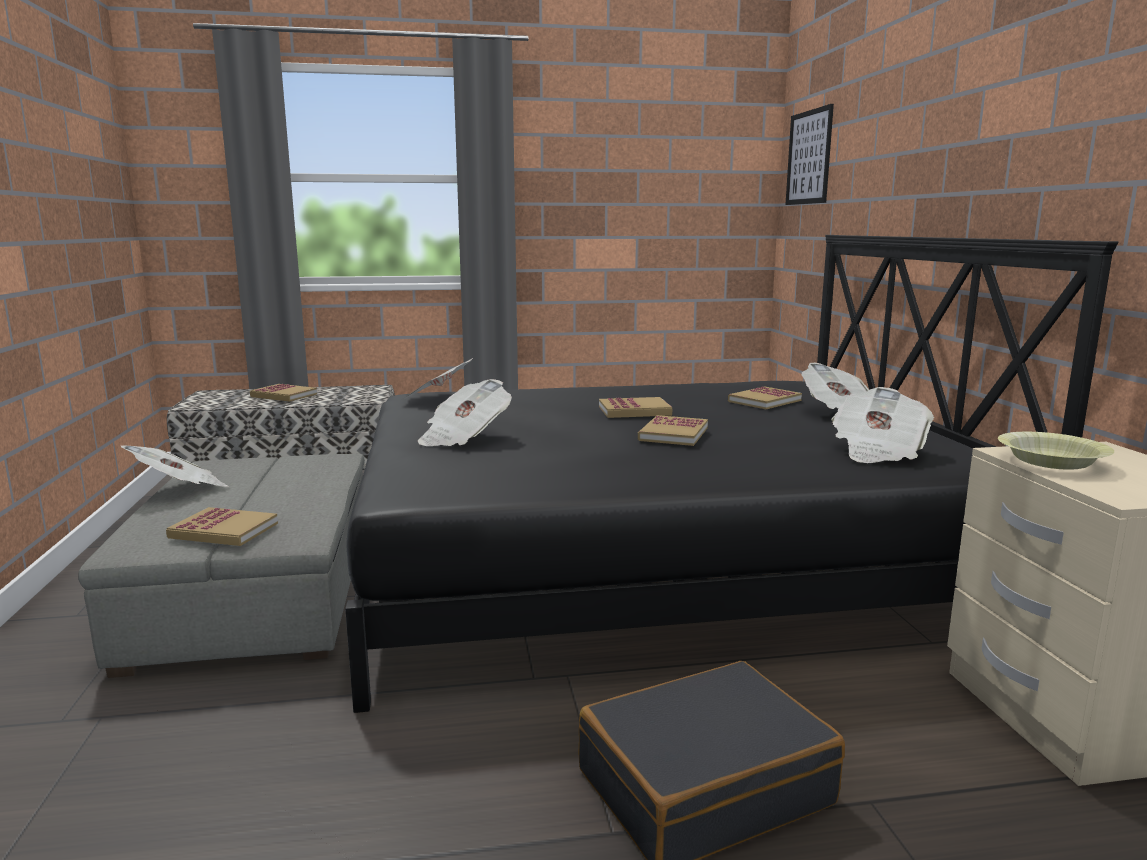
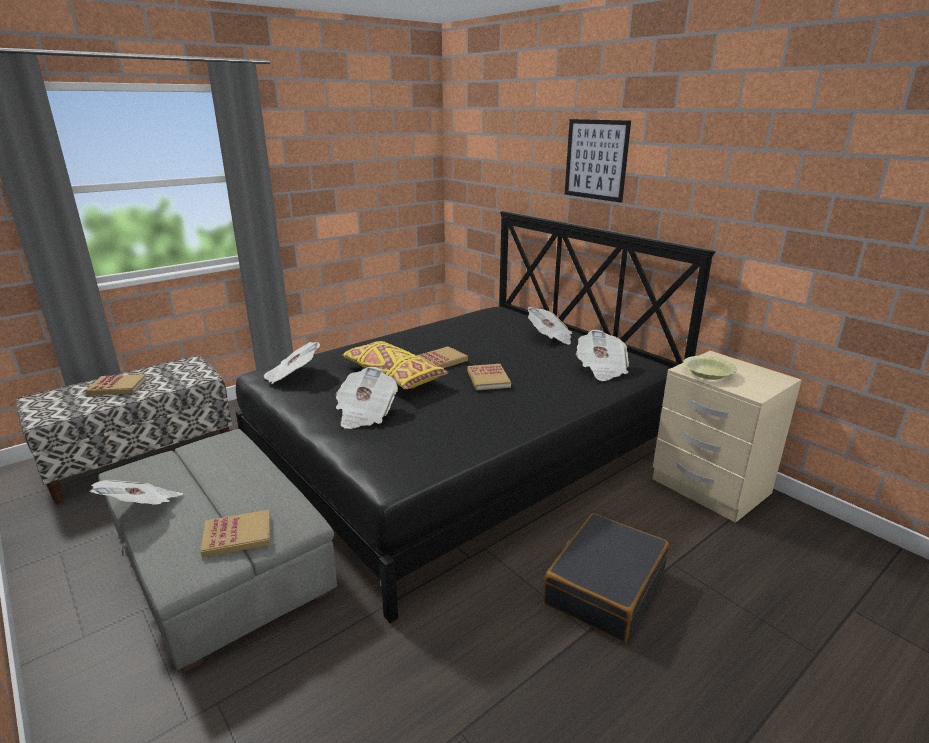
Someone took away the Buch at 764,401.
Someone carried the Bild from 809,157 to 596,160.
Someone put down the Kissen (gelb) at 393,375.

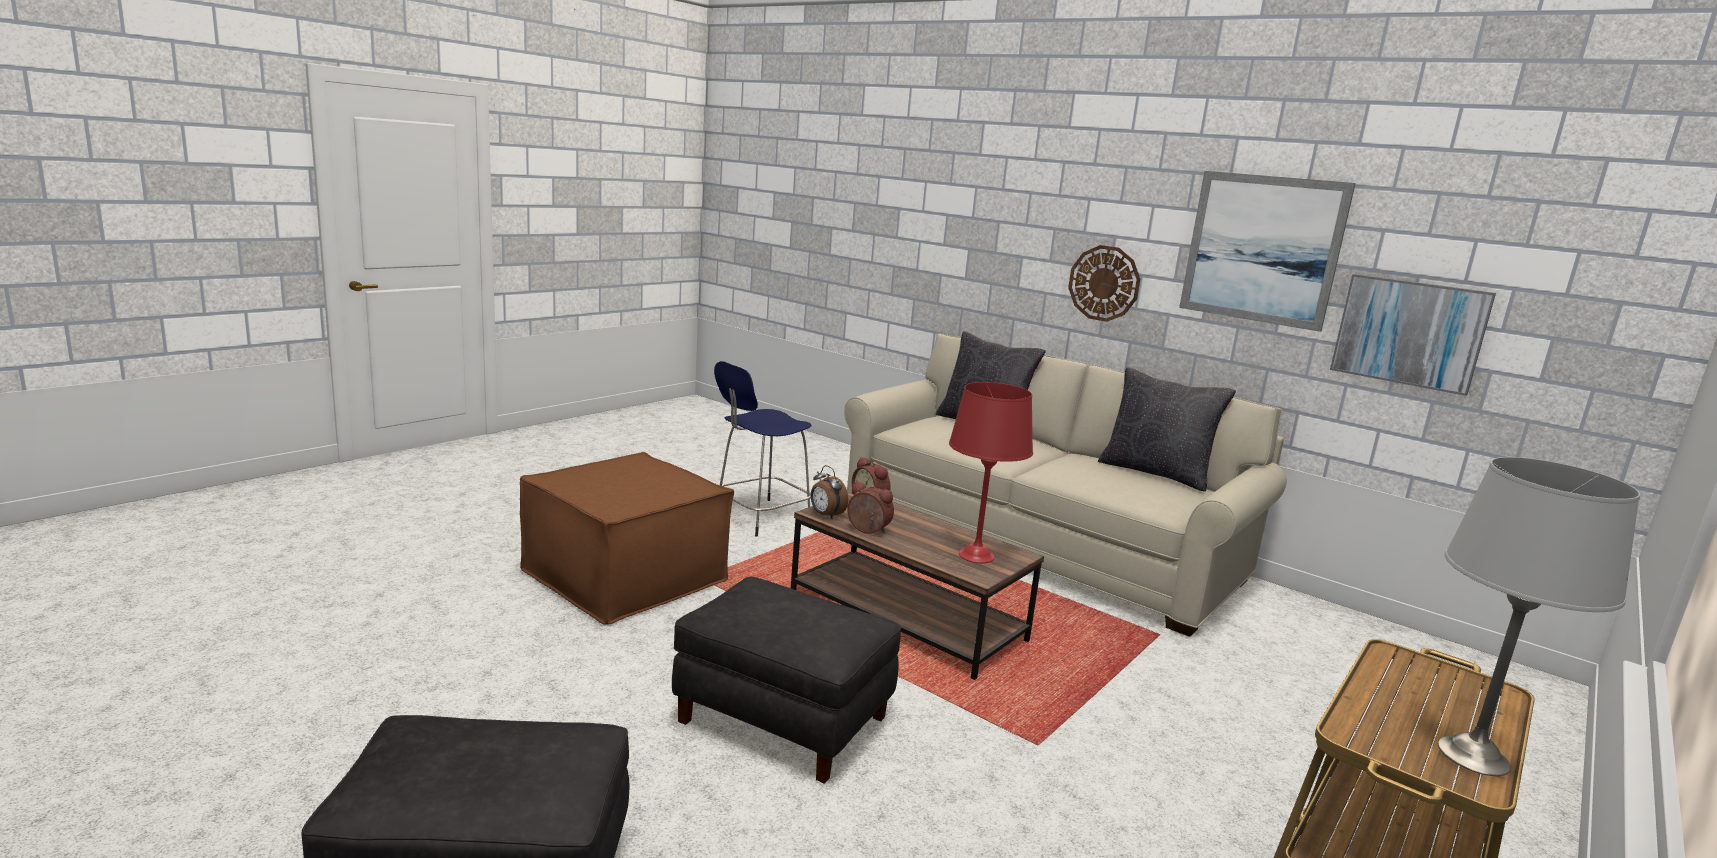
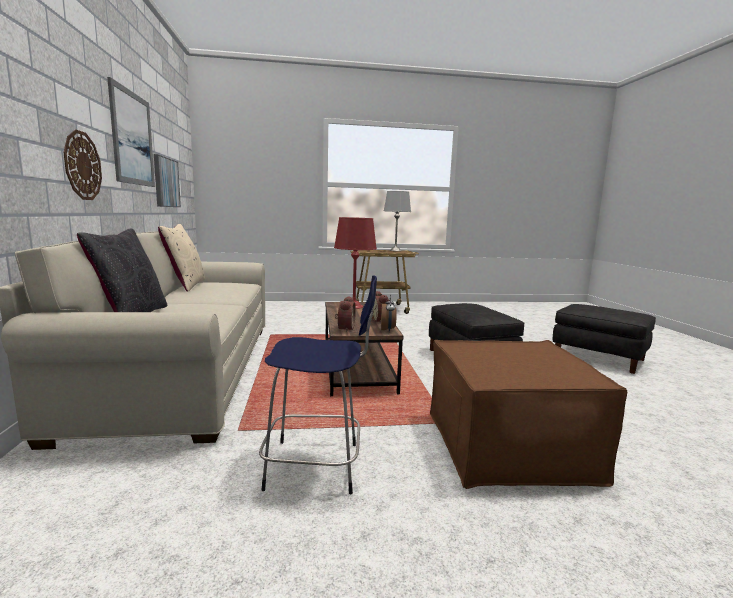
Someone repainted the Kissen (schwarz) at 1155,473, which became the Kissen (beige) at 185,285.

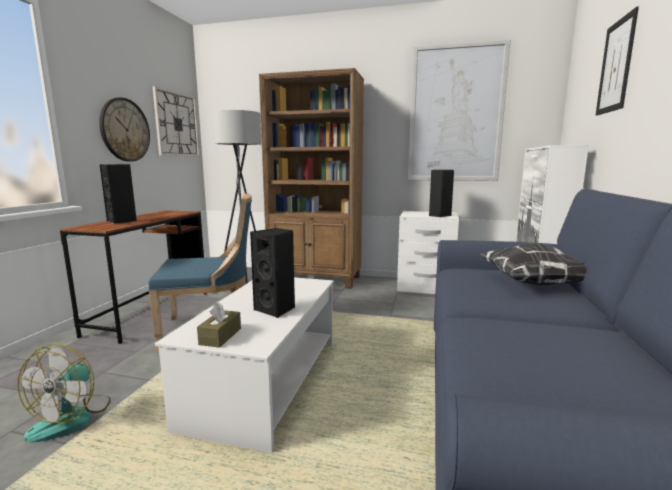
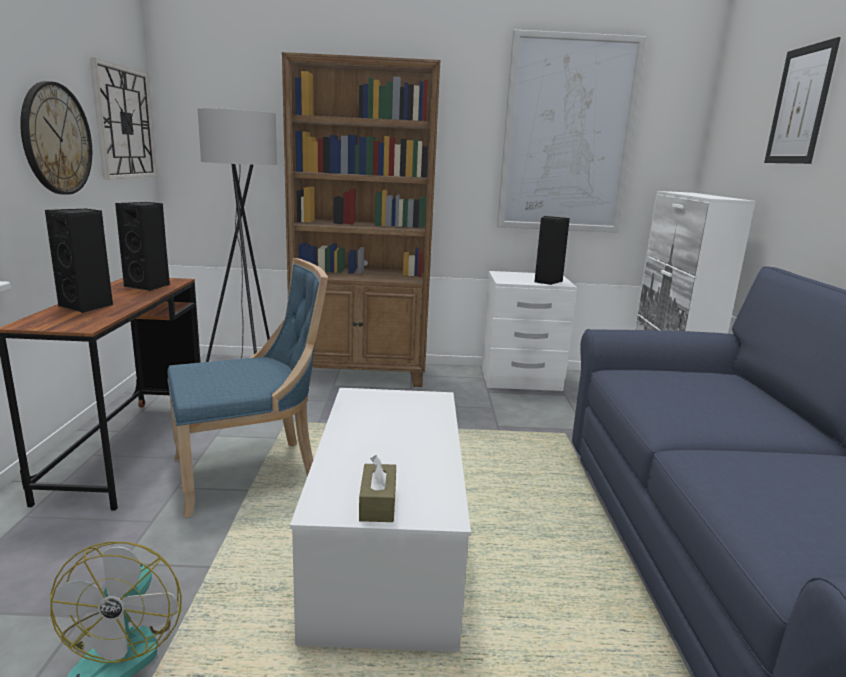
Someone carried the Lautsprecher (schwarz) from 276,309 to 149,286.
Someone took away the Kissen at 535,284.

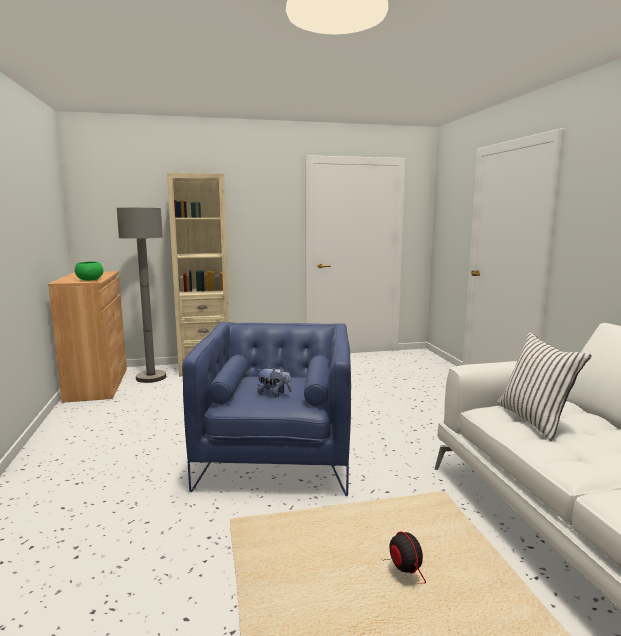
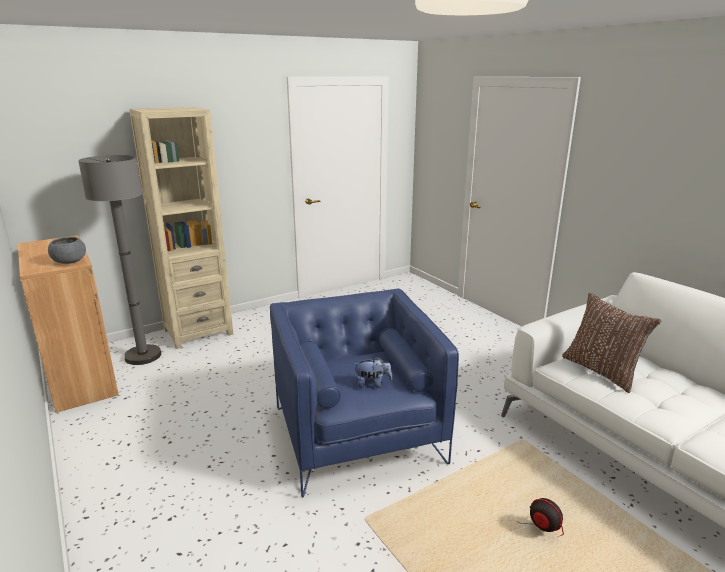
Someone repainted the Schüssel (grün) at 90,280, which became the Schüssel (grau) at 69,262.
Someone repainted the Kissen (weiß) at 535,420, which became the Kissen (braun) at 601,370.

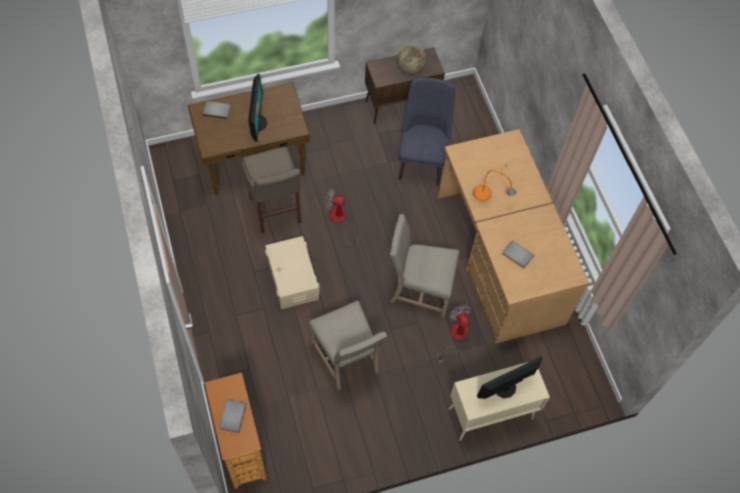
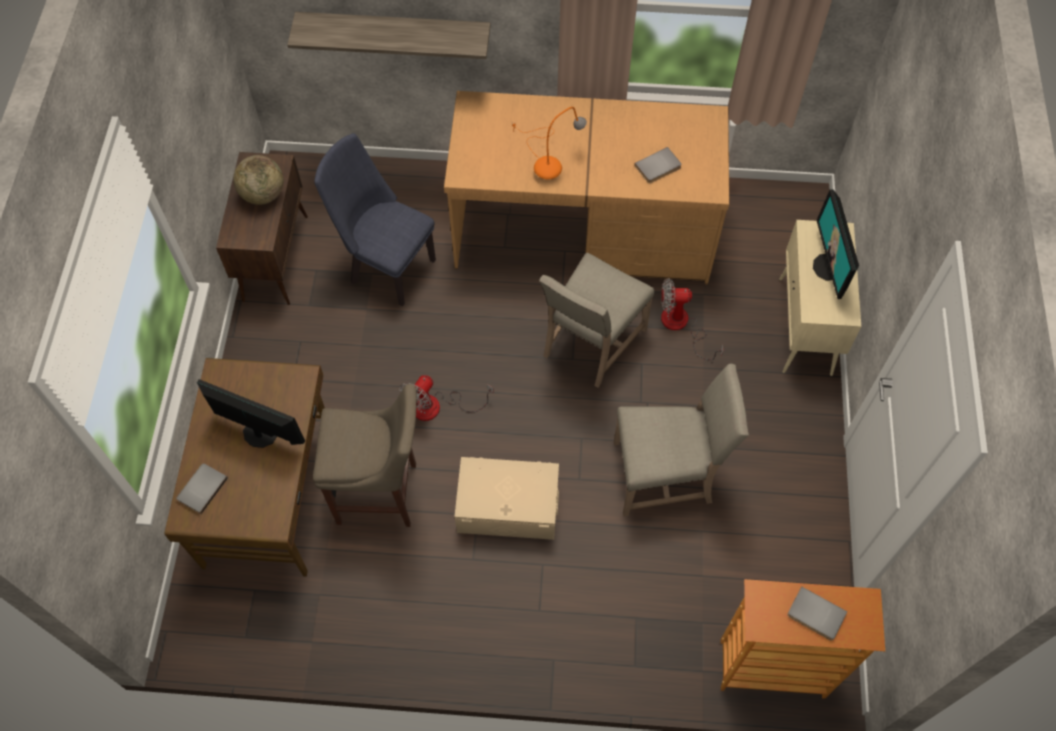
Someone put up the Wandregal at 394,31.

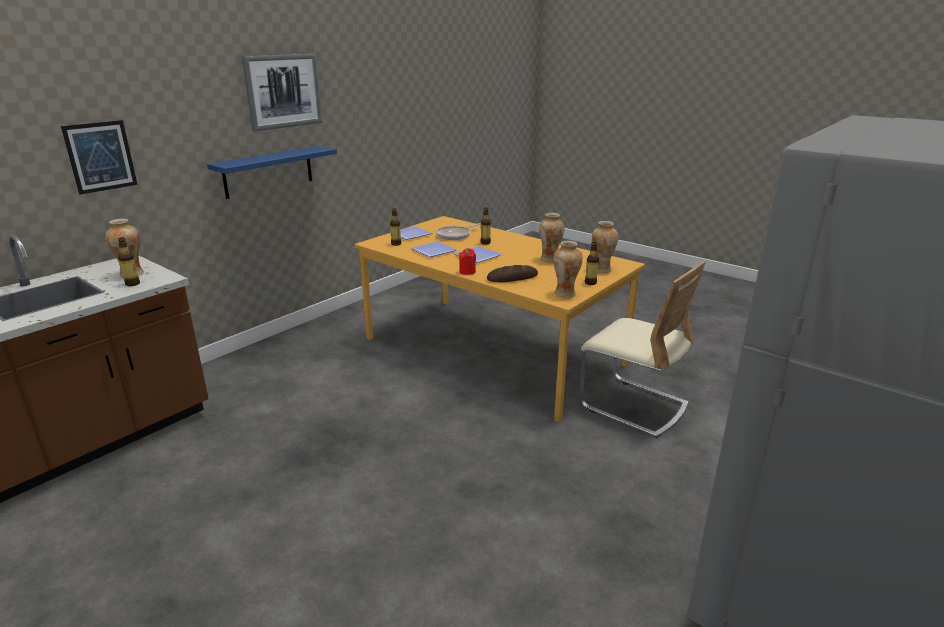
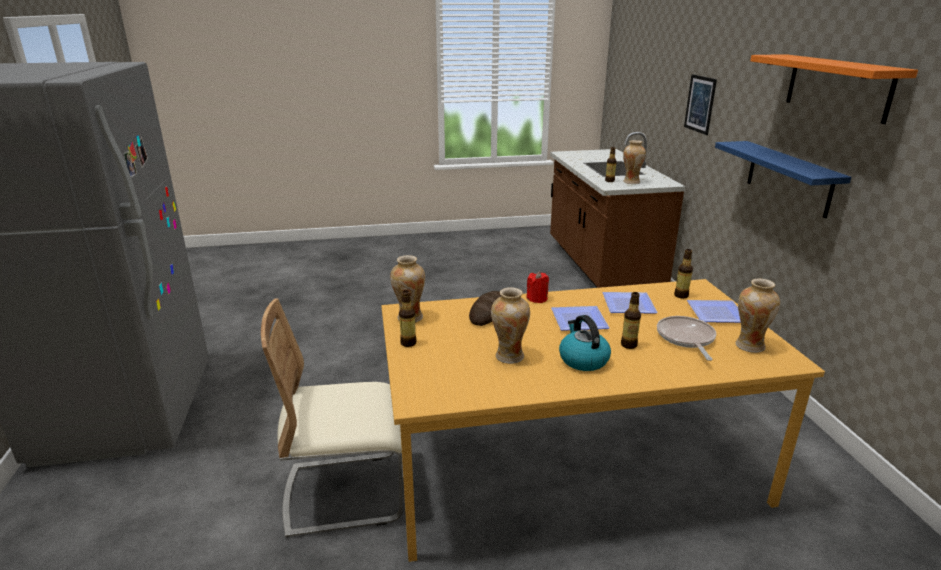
Someone swapped the Bild at 283,91 for the Wandregal (orange) at 837,86.
Someone carried the Vase from 601,269 to 749,346.
Someone put down the Wasserkessel at 583,359.

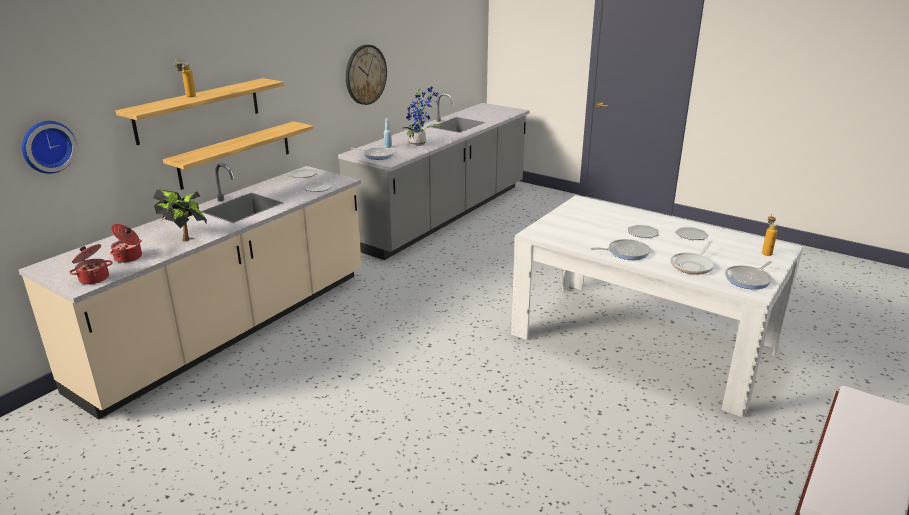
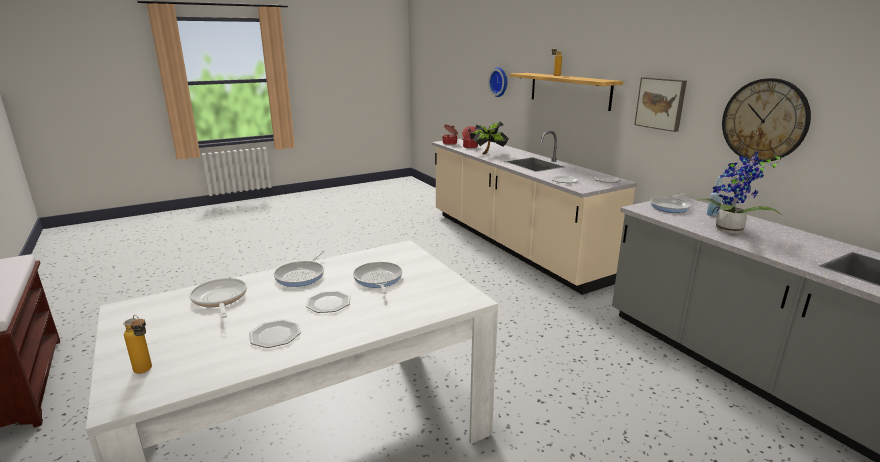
Someone took away the Wandregal at 235,154.
Someone carried the Pfanne from 749,279 to 378,279.
Someone put up the Bild at 661,103.

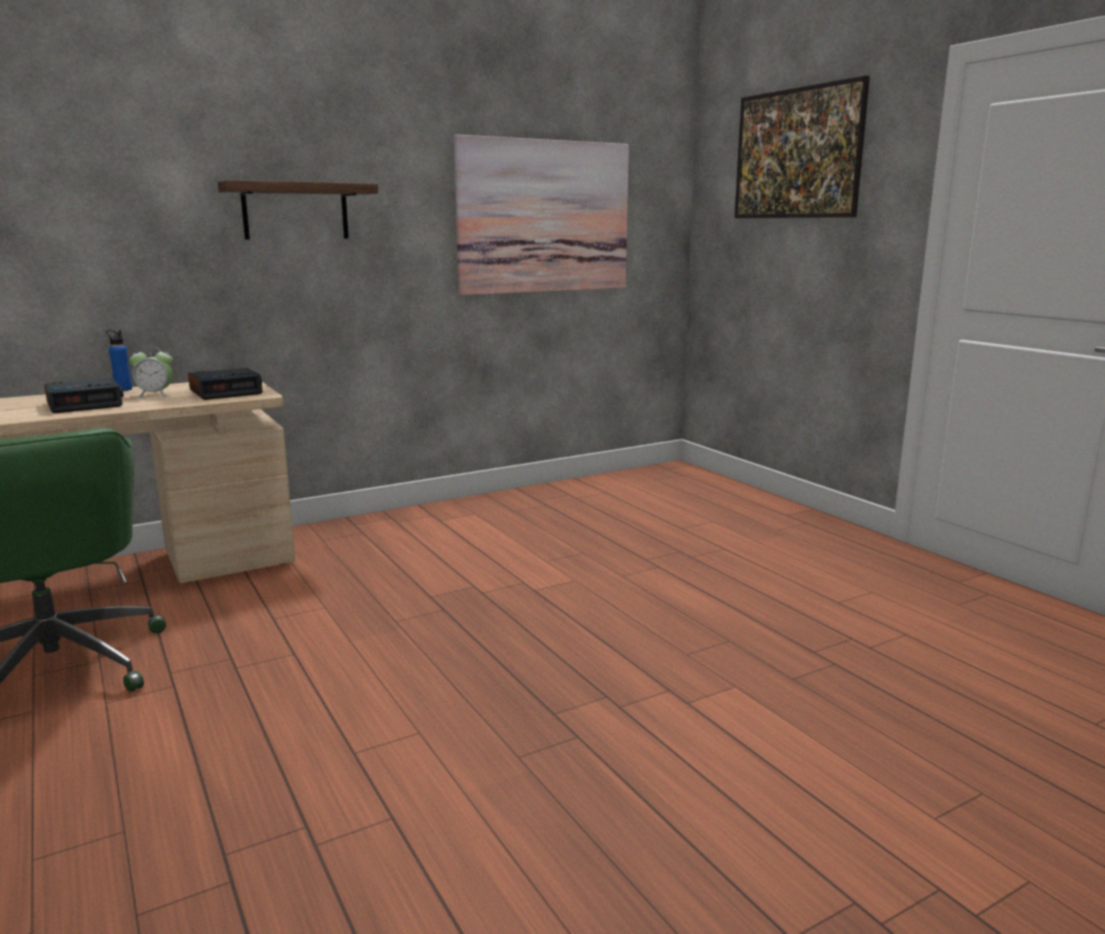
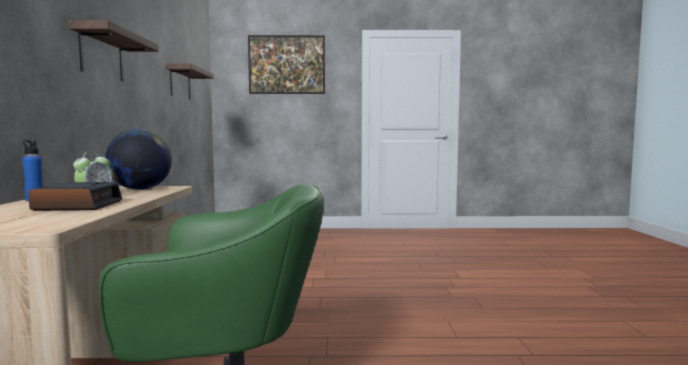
Someone swapped the Wecker at 226,392 for the Globus at 140,189.
Someone swapped the Bild at 544,217 for the Wandregal at 180,83.

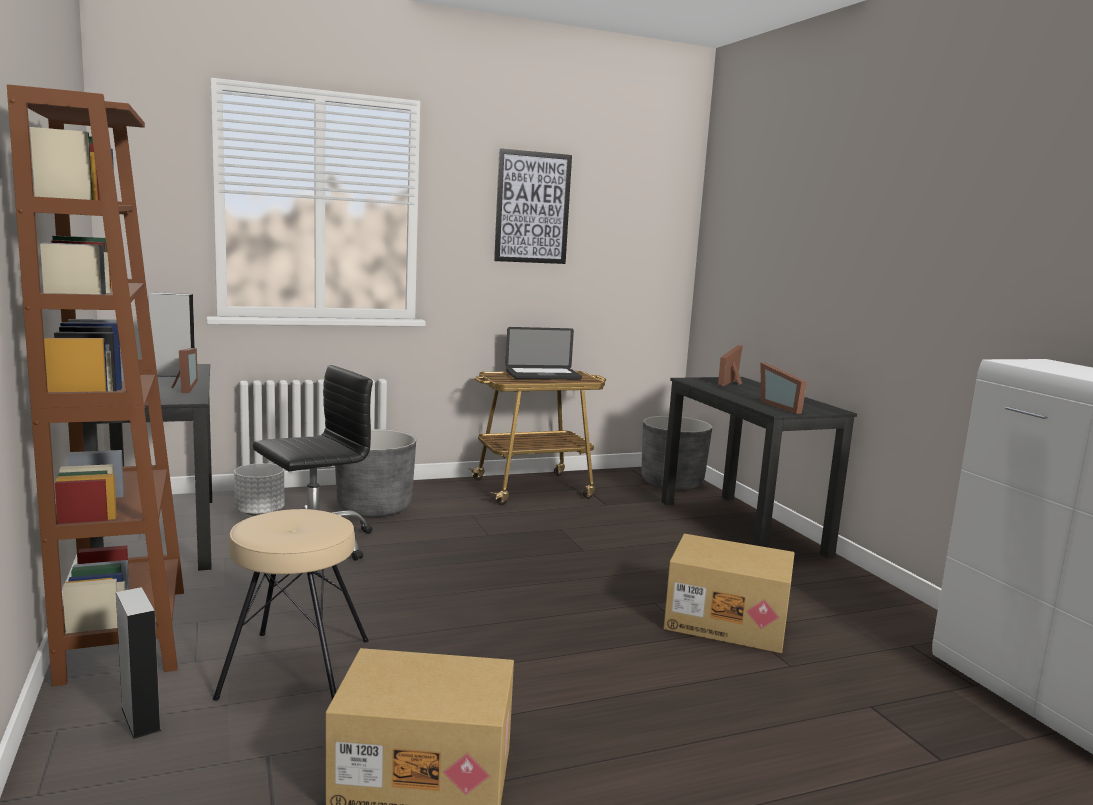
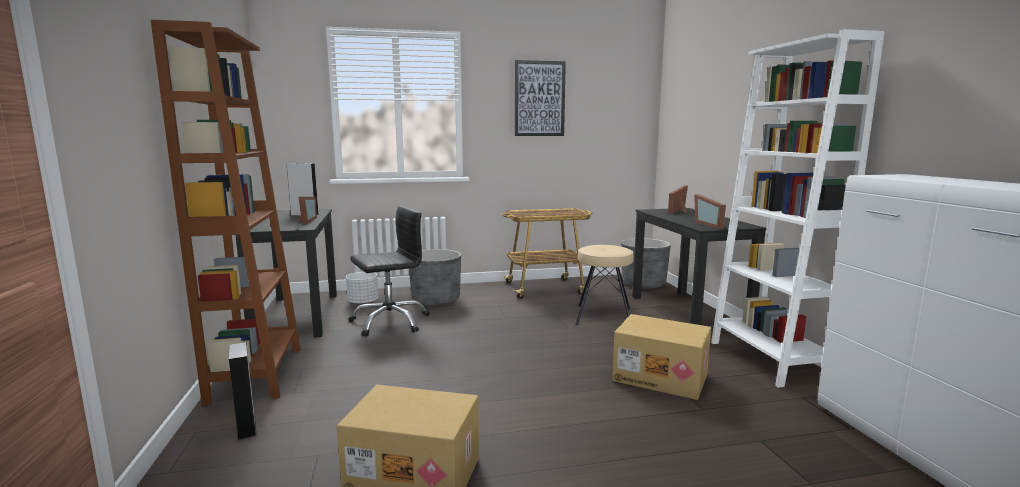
Someone carried the Hocker (beige) from 294,668 to 603,316.
Someone took away the Laptop at 543,375.
Someone put down the Bücherregal (weiß) at 768,360.

